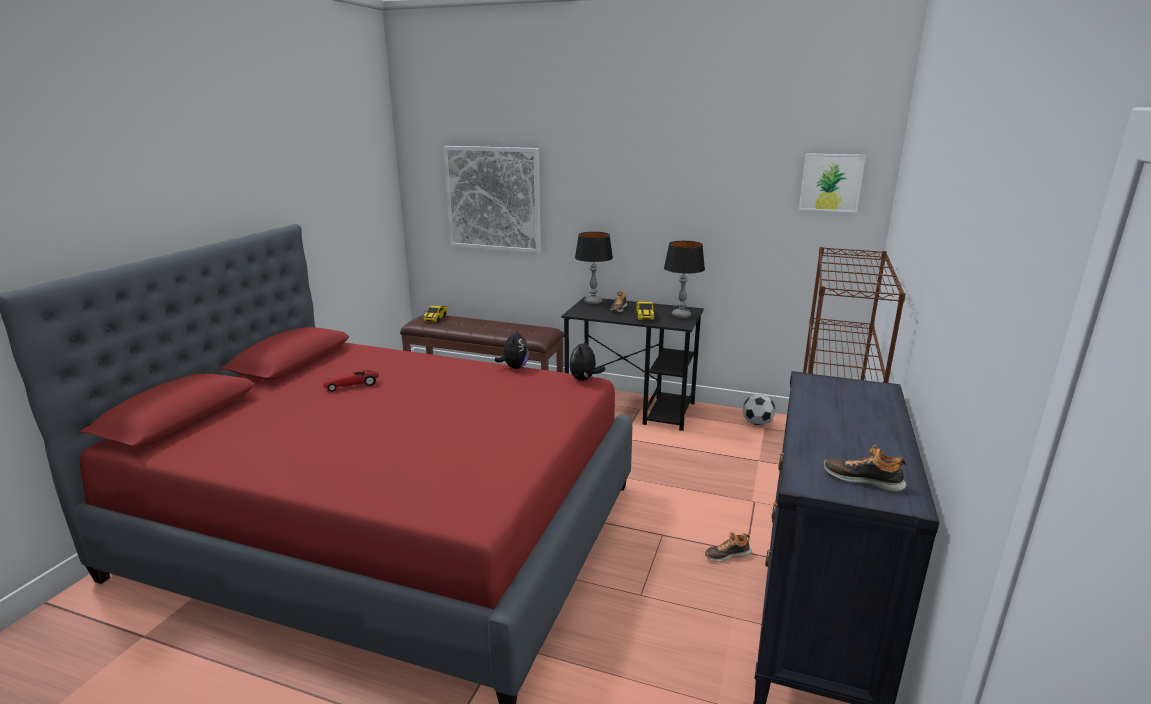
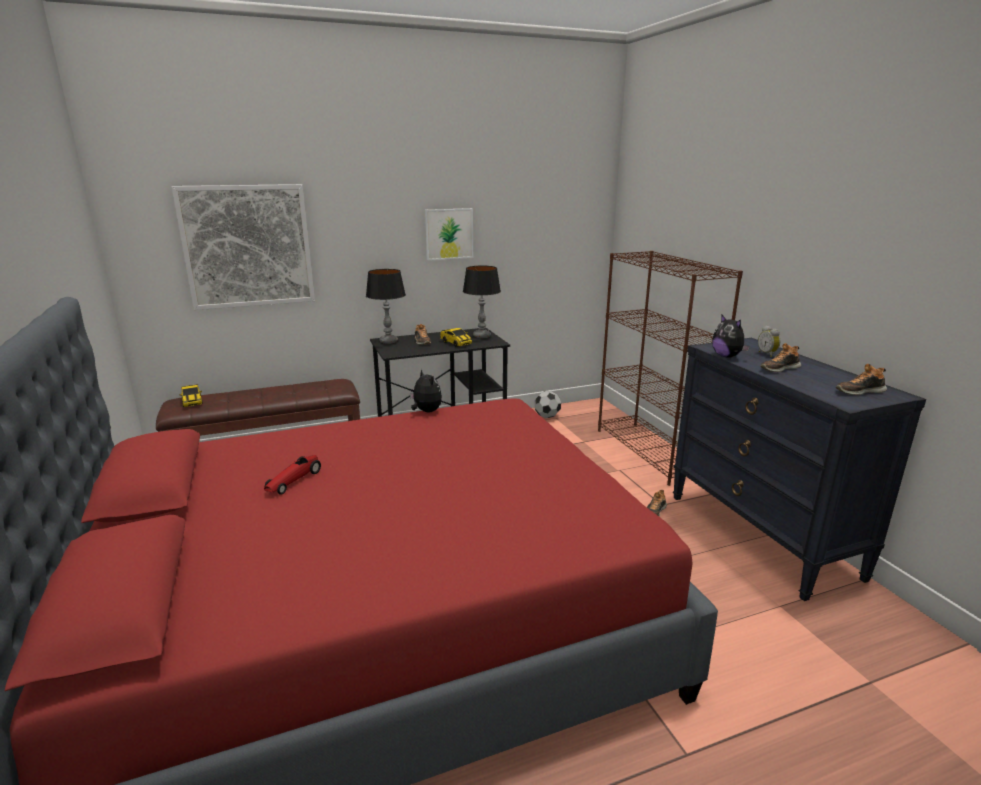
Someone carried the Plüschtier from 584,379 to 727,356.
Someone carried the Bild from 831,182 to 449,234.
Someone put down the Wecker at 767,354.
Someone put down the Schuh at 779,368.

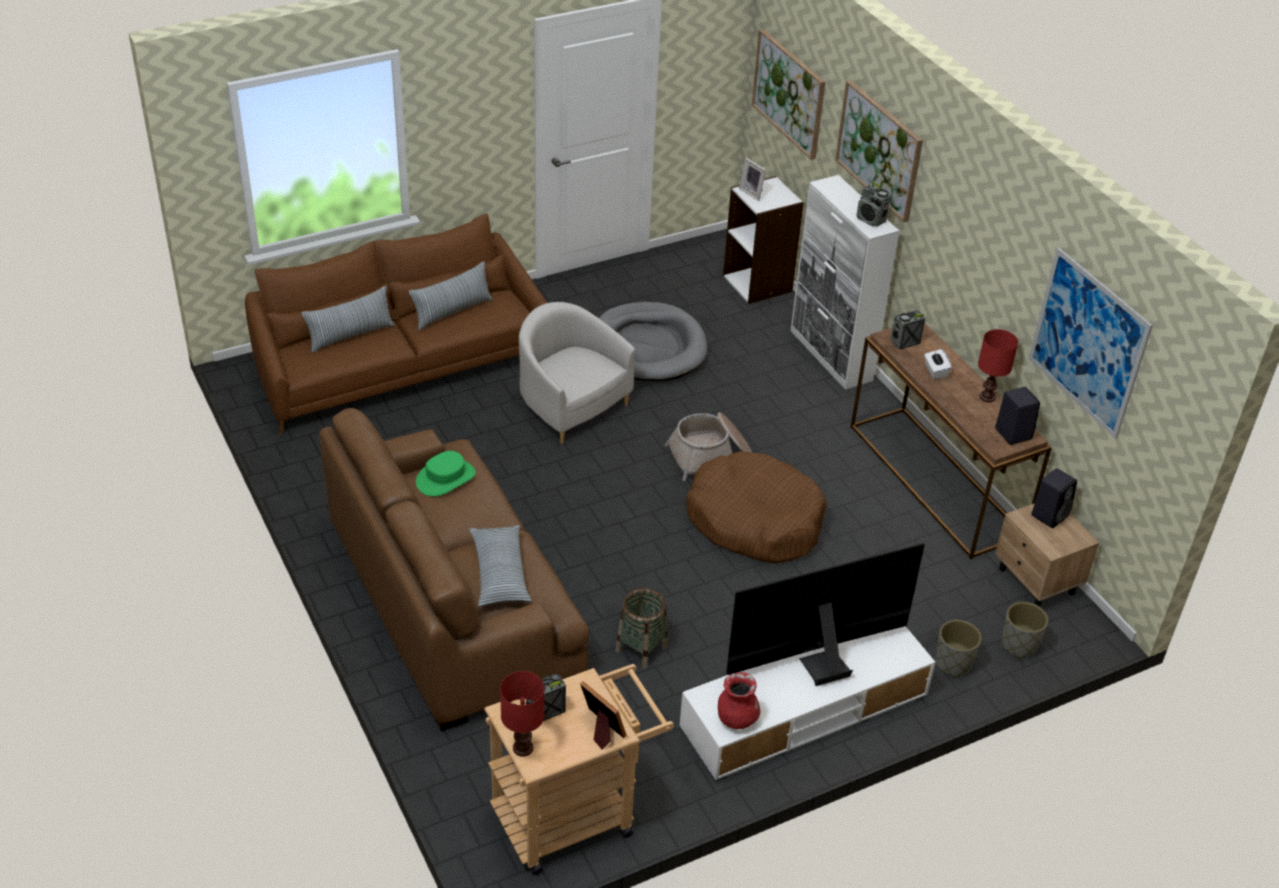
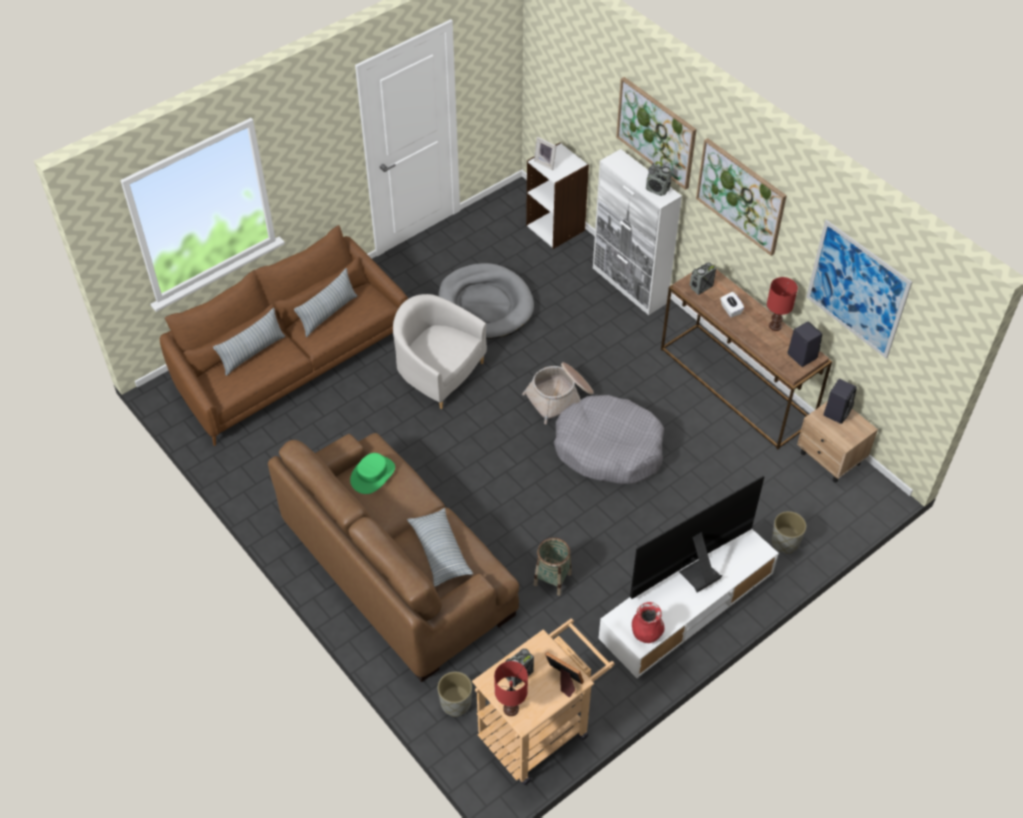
Someone repainted the Hundebett (braun) at 754,520, which became the Hundebett (grau) at 608,449.
Someone carried the Bild from 789,93 to 741,196.
Someone carried the Pflanzkübel (grau) from 1018,645 to 455,703.

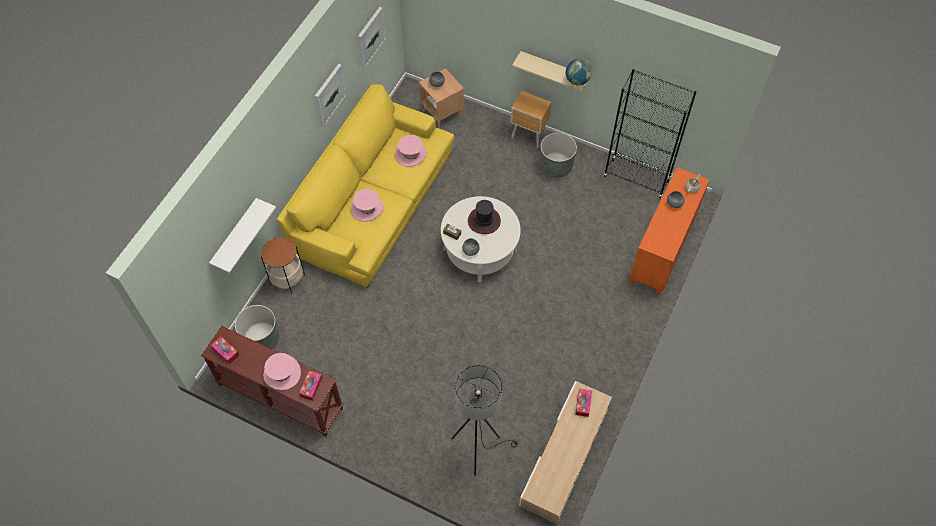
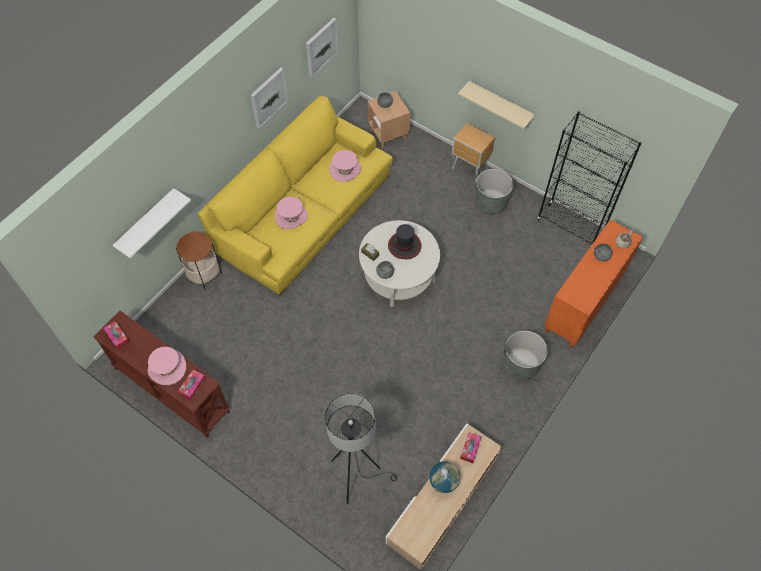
Someone carried the Pflanzkübel (grau) from 261,338 to 521,365.
Someone carried the Globus from 577,81 to 443,481.

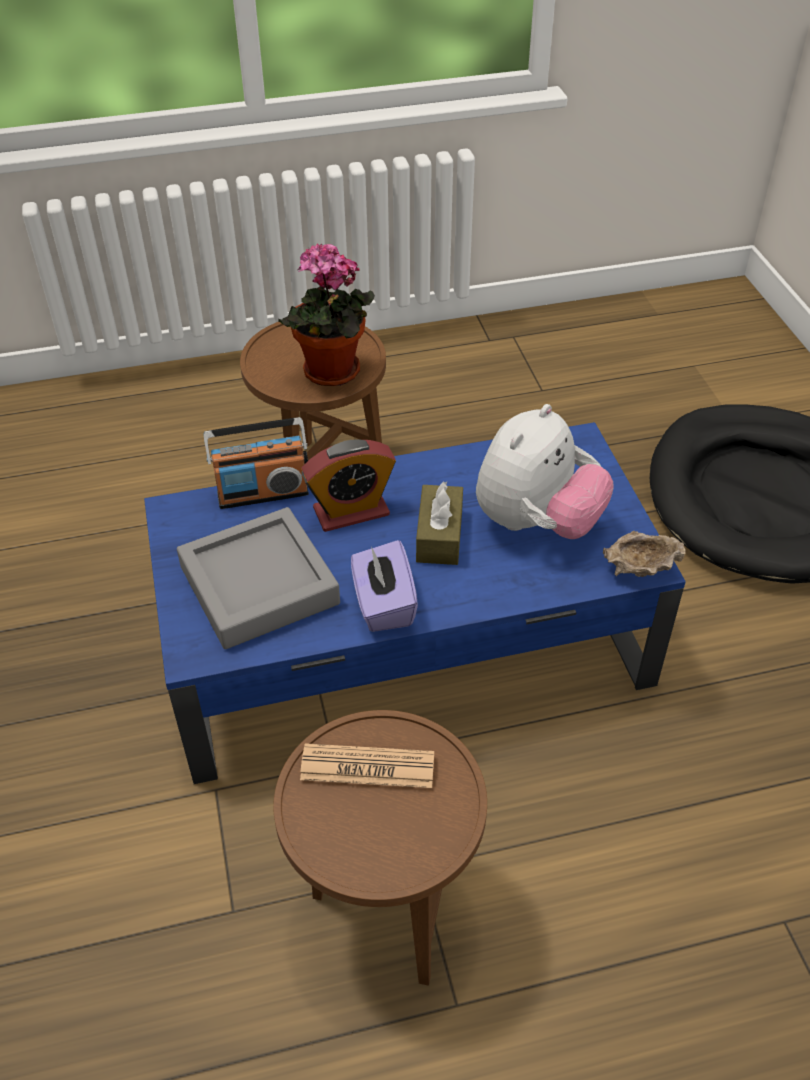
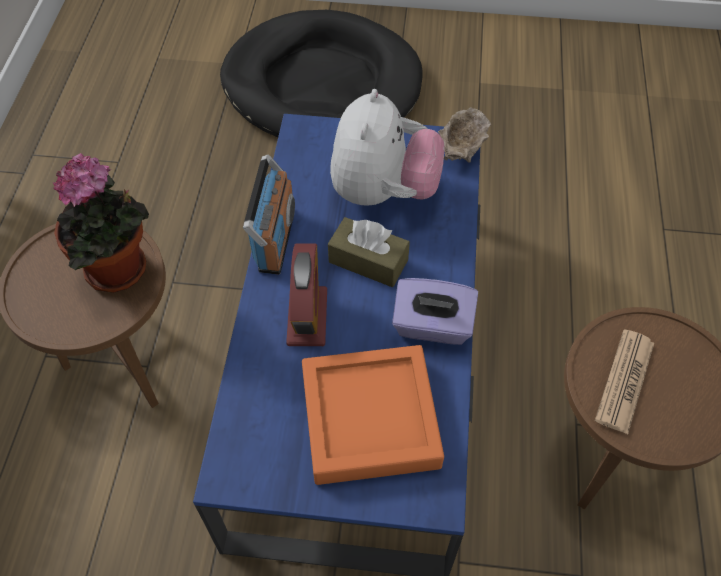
Someone repainted the Tablett (grau) at 259,585, which became the Tablett (orange) at 370,419.
Someone carried the Radio from 262,493 to 275,239.
Someone rotated the Plüschtier at 537,523 by 45 degrees clockwise.

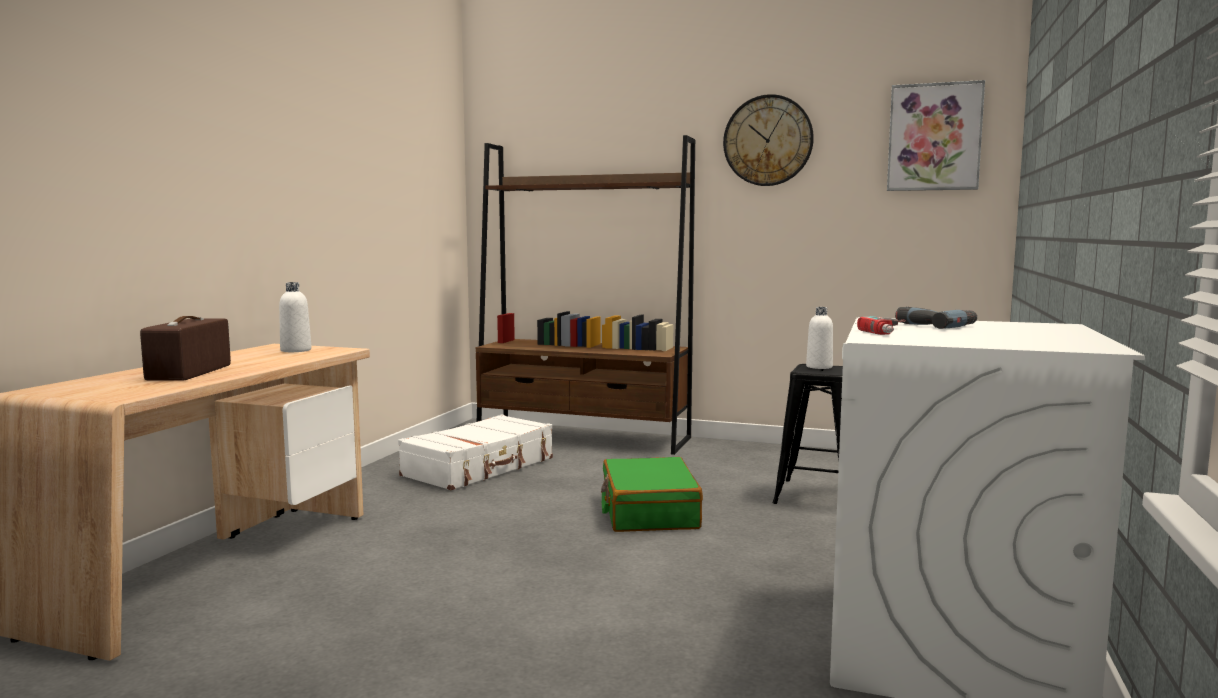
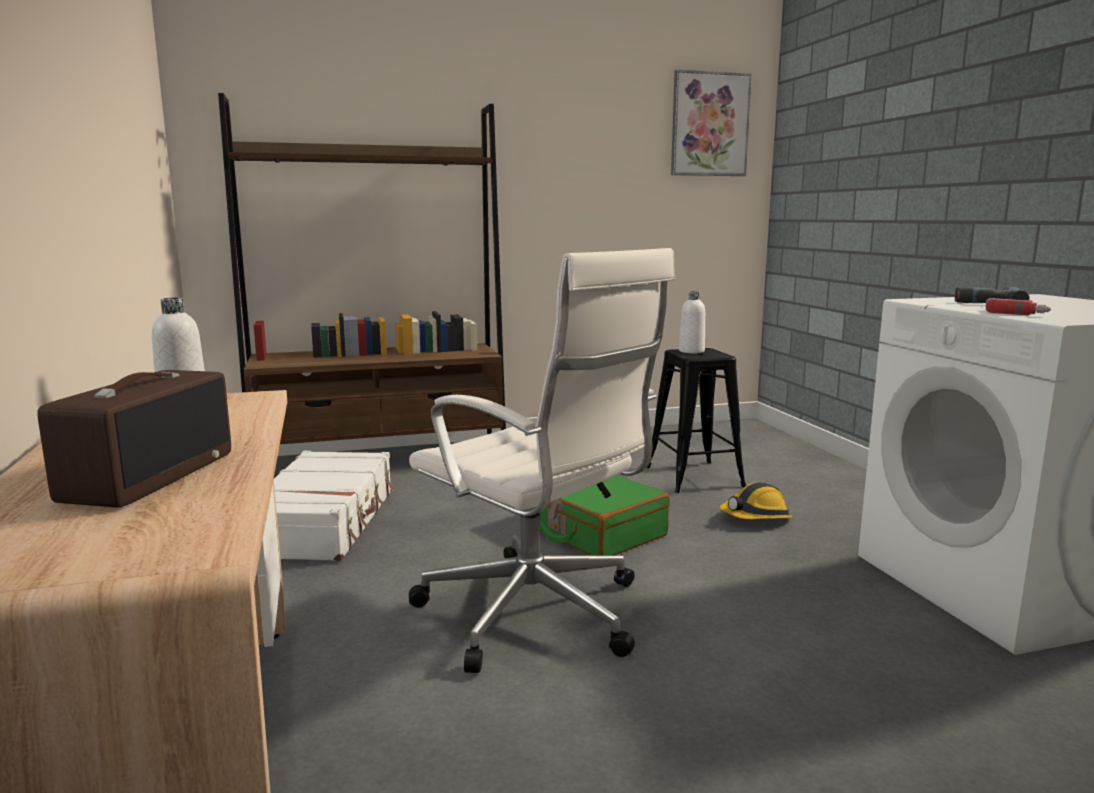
Someone rotated the Radio at 190,373 by 135 degrees counterclockwise.
Someone took away the Wanduhr at 768,140.
Someone put down the Bürostuhl (weiß) at 536,615.
Someone put down the Schutzhelm at 755,518.

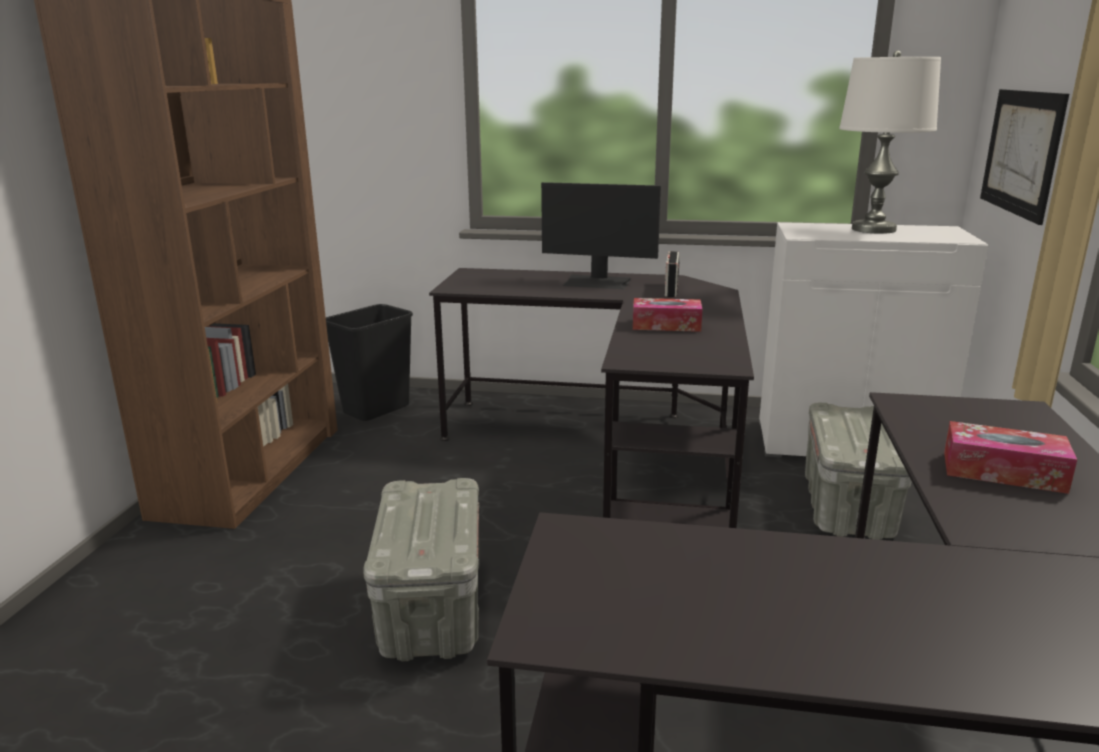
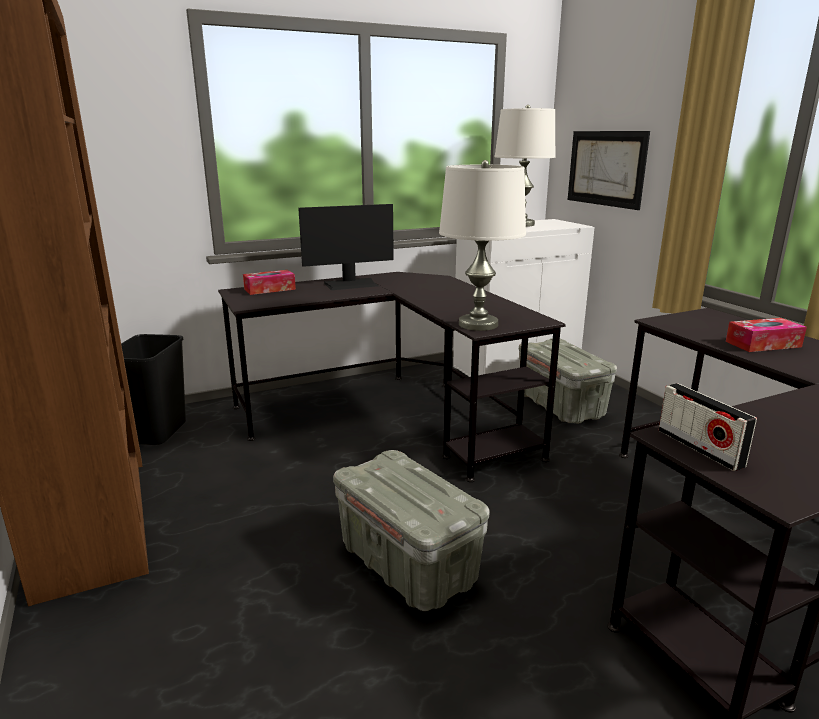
Someone carried the Taschentuchbox from 666,325 to 270,289.
Someone carried the Radio from 671,289 to 699,448.
Someone put down the Tischlampe (weiß) at 478,324.

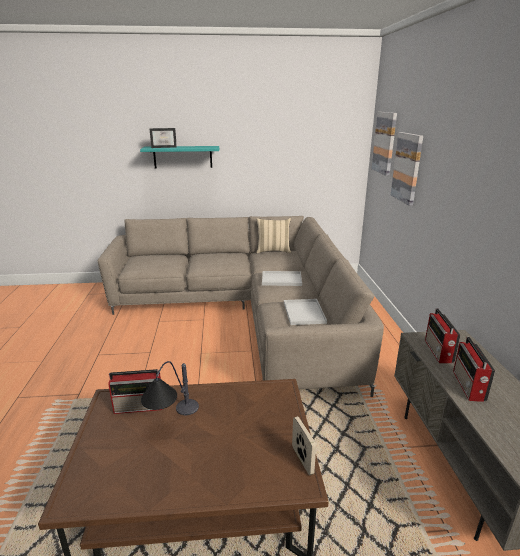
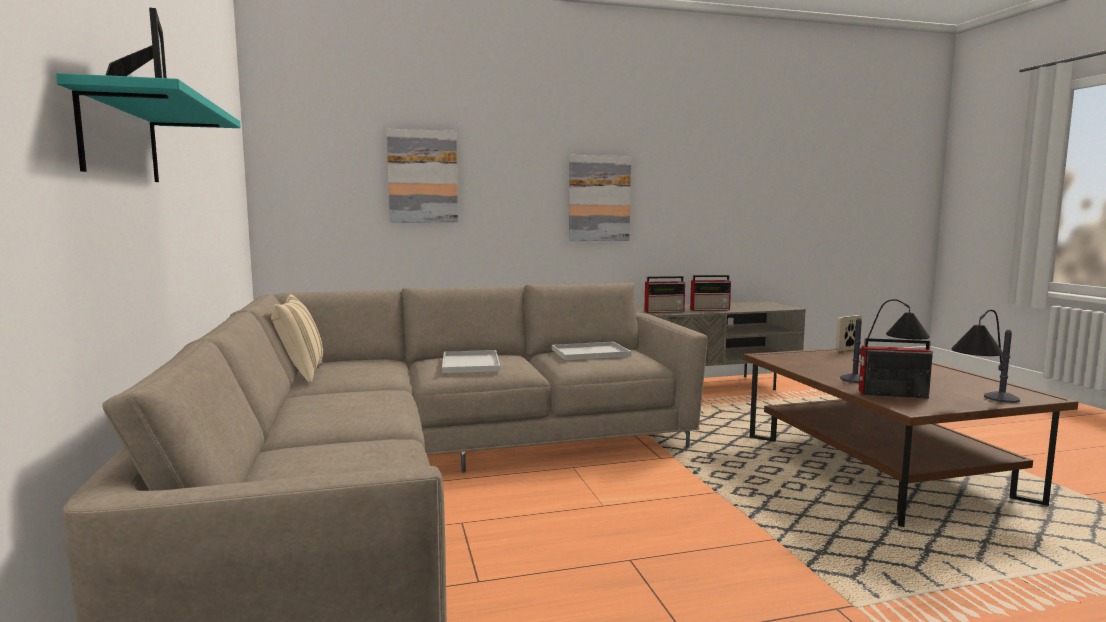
Someone rotated the Radio at 140,406 by 60 degrees counterclockwise.
Someone carried the Bild from 385,143 to 599,198.
Someone put down the Tischlampe at 983,402.

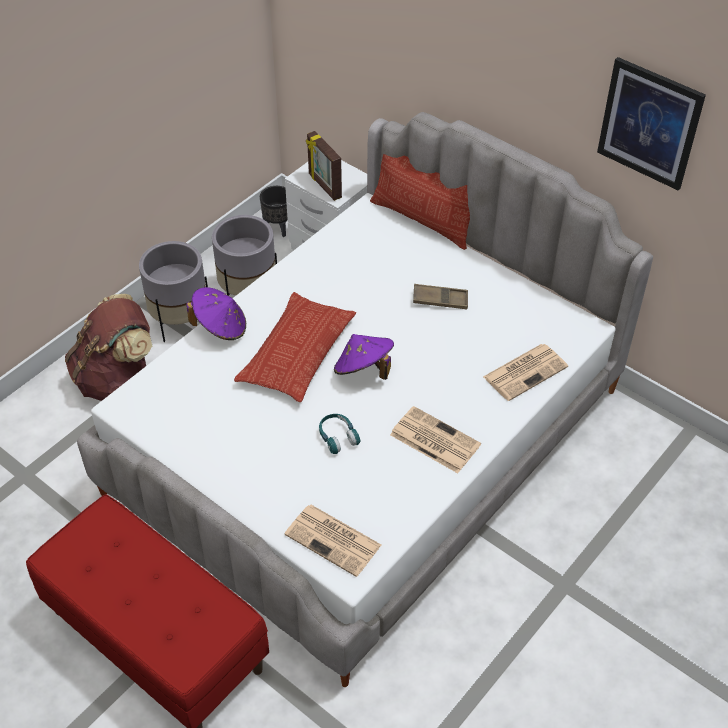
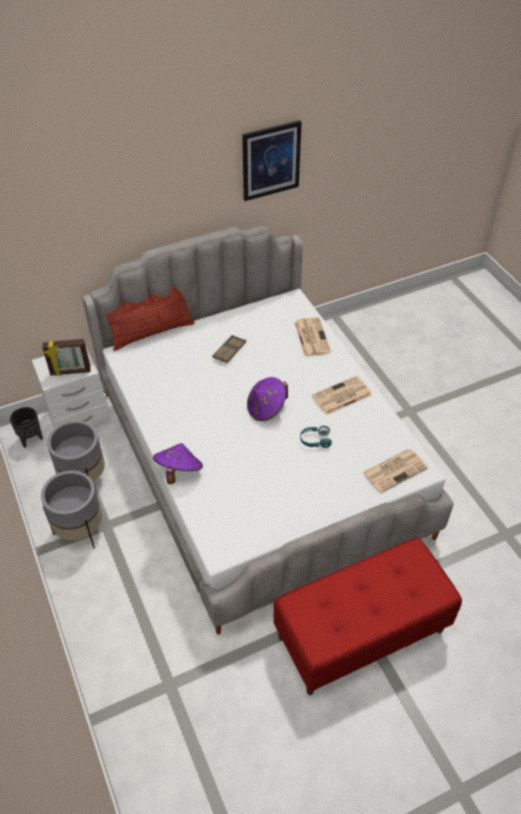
Someone took away the Rucksack (braun) at 117,379.
Someone took away the Kissen at 297,353.

